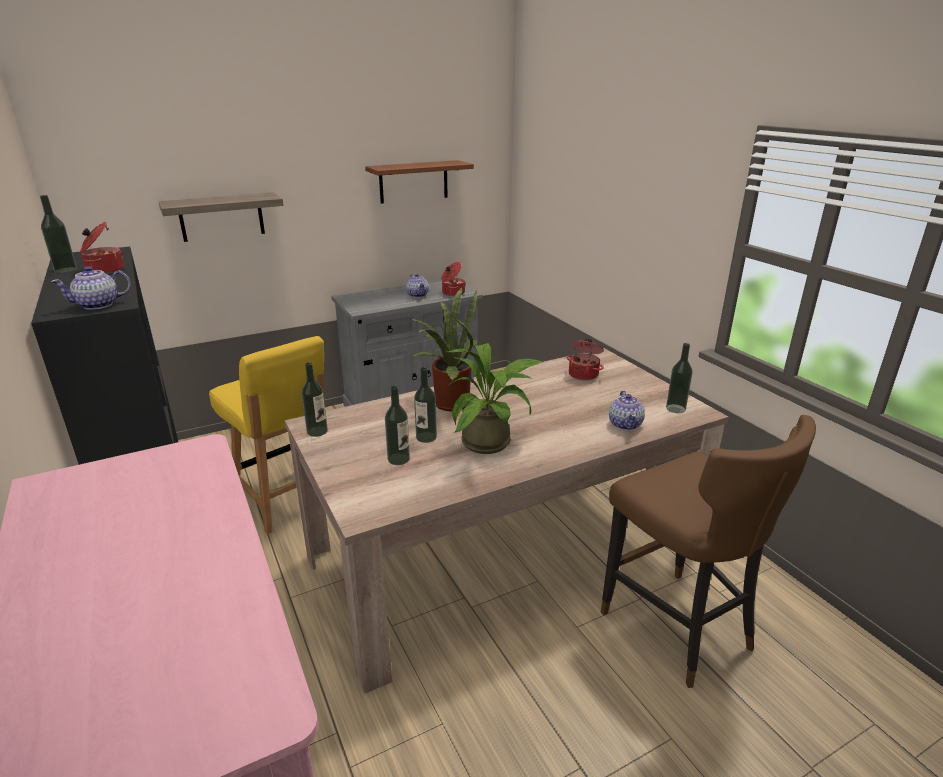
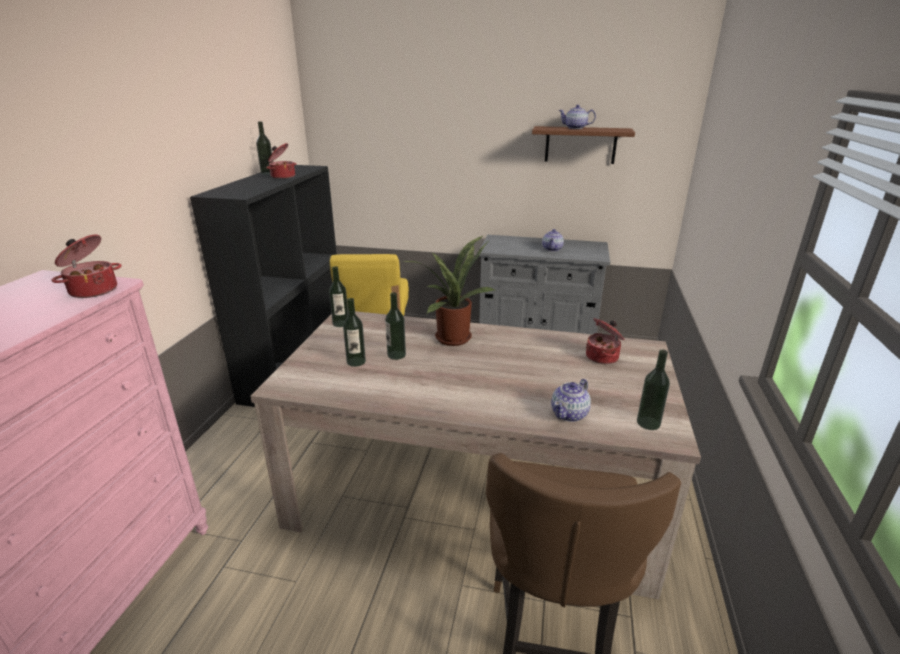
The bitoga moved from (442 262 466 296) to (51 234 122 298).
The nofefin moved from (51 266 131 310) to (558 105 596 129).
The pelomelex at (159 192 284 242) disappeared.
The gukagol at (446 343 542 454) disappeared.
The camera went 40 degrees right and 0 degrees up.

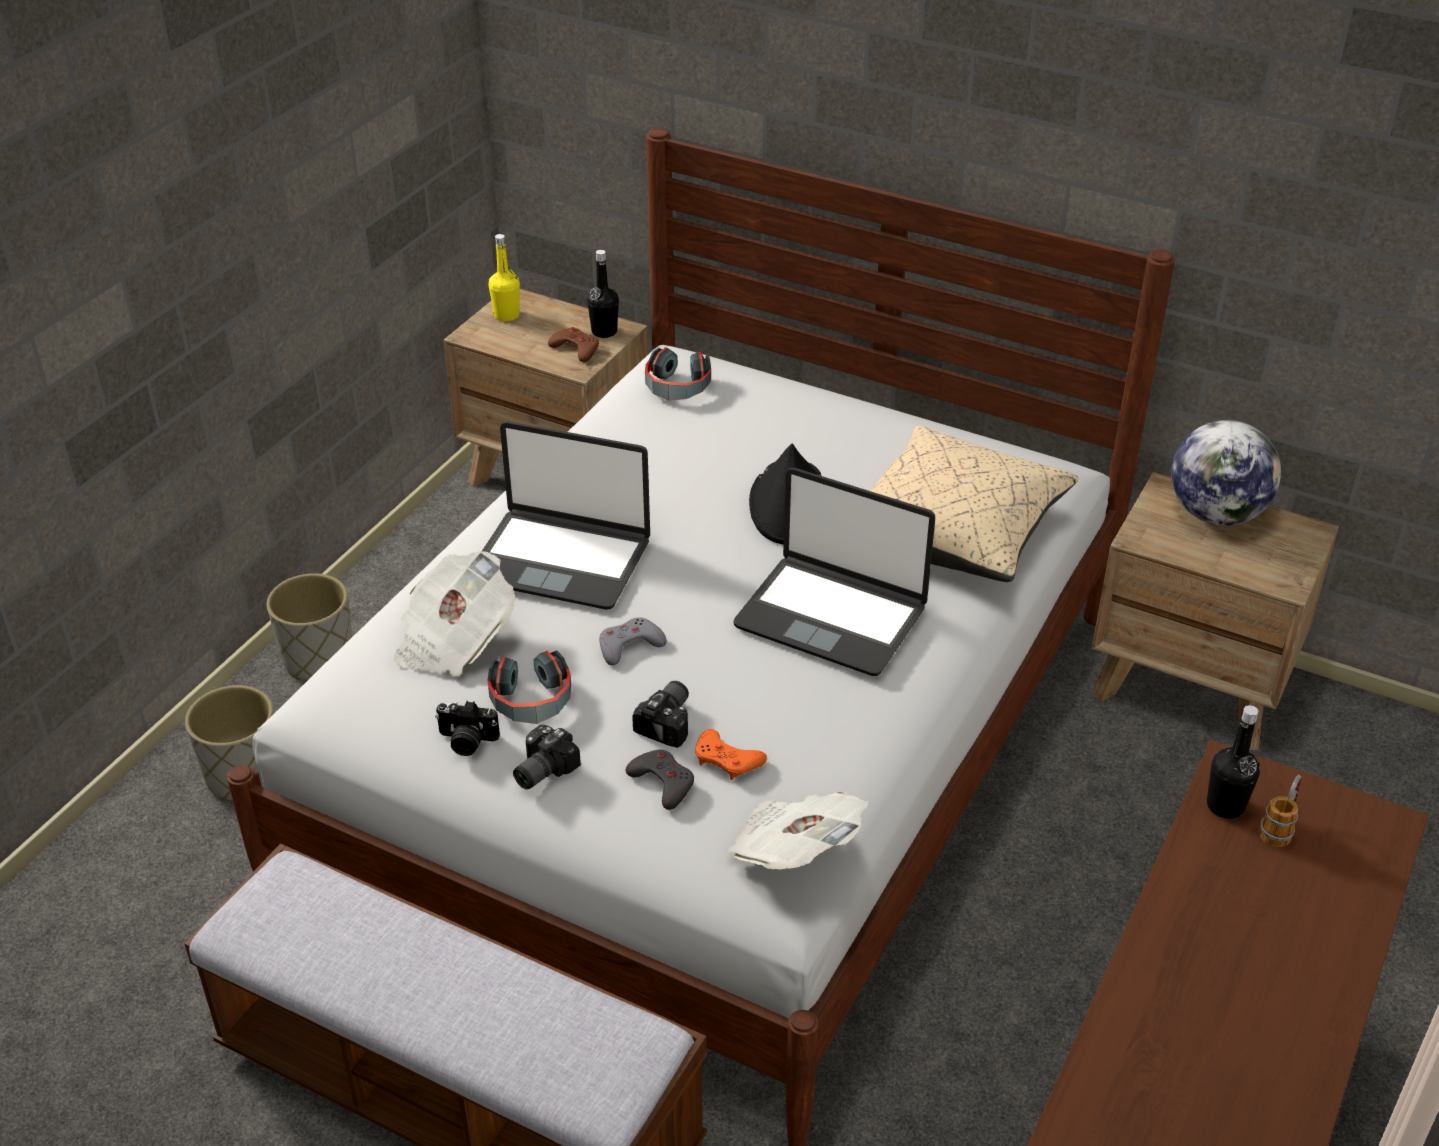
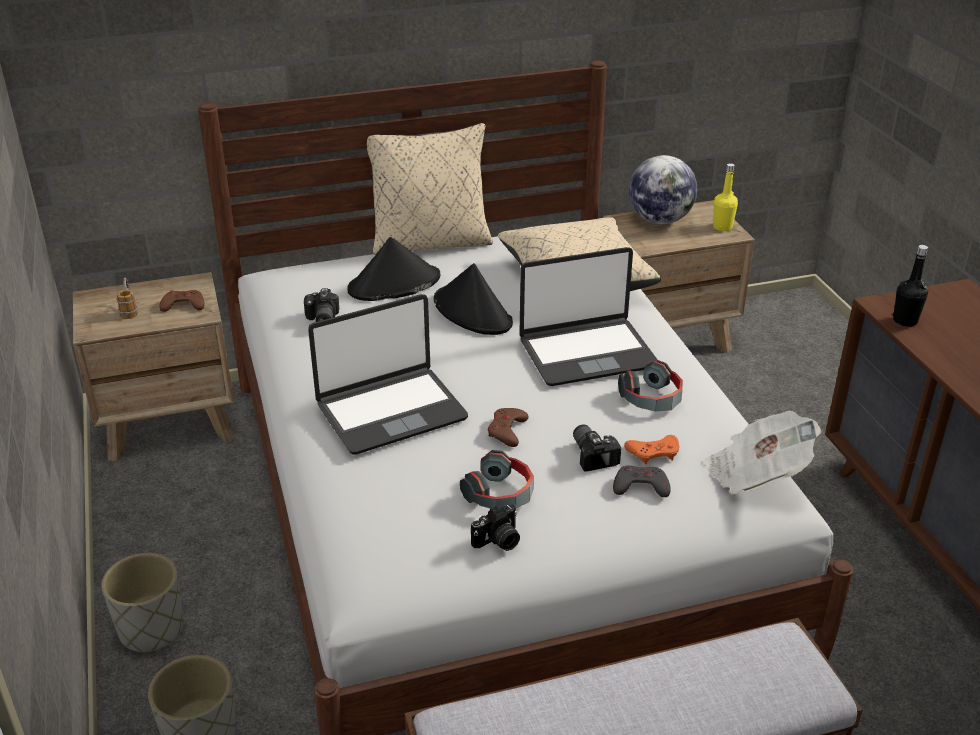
The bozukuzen moved from (1260 774 1303 847) to (117 278 138 319).
The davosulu moved from (513 725 581 790) to (304 288 339 322).
The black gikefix at (347 237 440 301) appeared.
The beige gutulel at (366 123 493 255) appeared.
The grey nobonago at (599 617 667 665) became the brown nobonago at (488 408 529 447).
The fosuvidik moved from (645 347 711 401) to (618 360 683 411).
The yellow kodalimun moved from (488 234 520 321) to (713 163 738 231).
The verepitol at (394 551 515 676) disappeared.
The black kodalimun at (587 250 619 338) disappeared.
The camera went 45 degrees left and 5 degrees down.

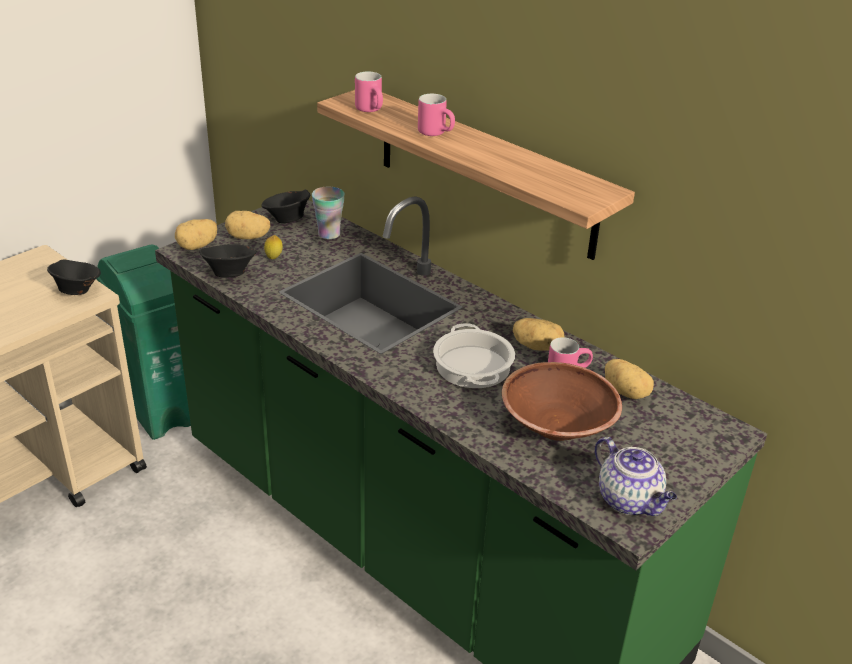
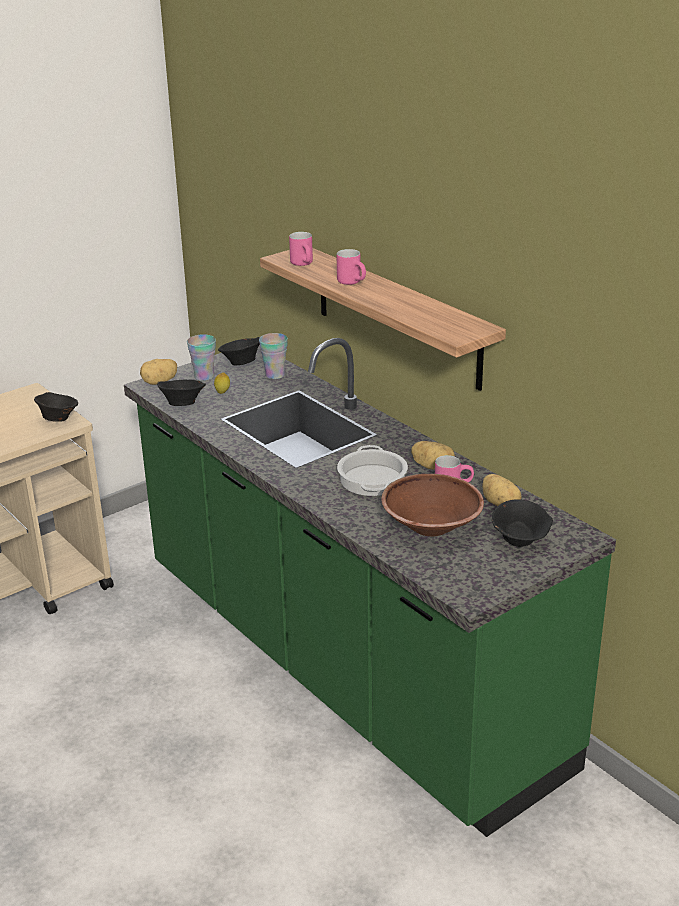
The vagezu at (225 211 270 239) was replaced by the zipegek at (187 334 216 381).
The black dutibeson at (492 499 553 547) appeared.
The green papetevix at (97 244 191 440) disappeared.
The nofefin at (595 437 677 516) disappeared.
The camera went 10 degrees right and 5 degrees down.

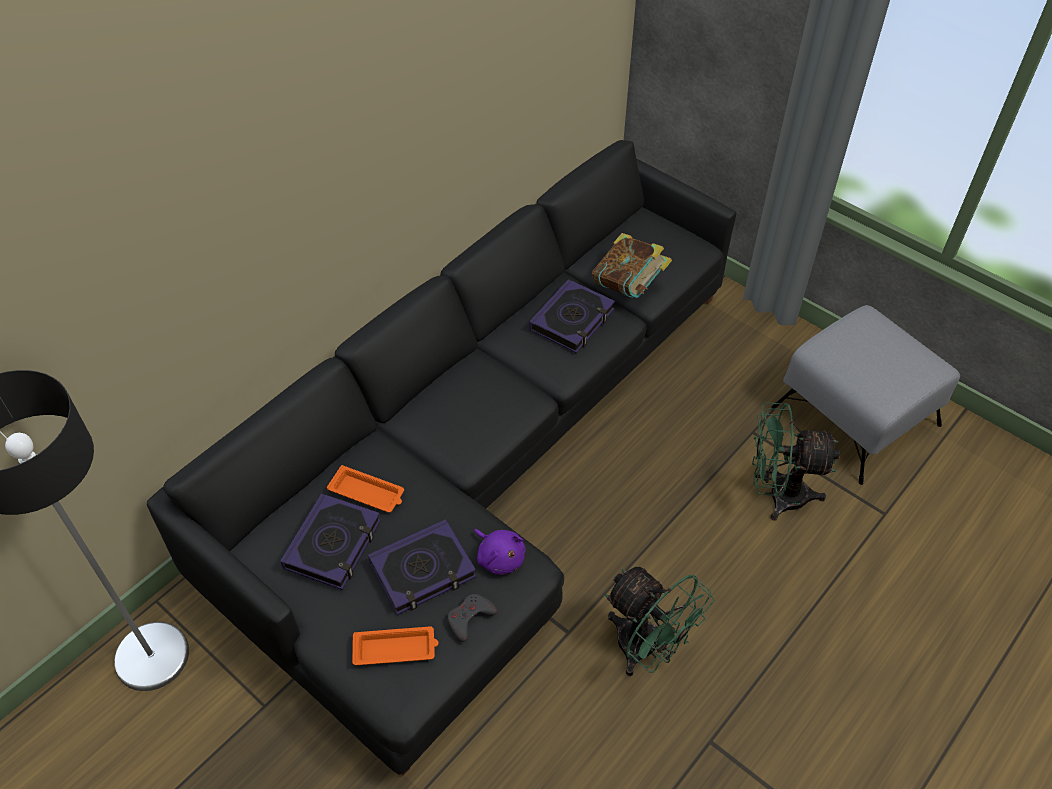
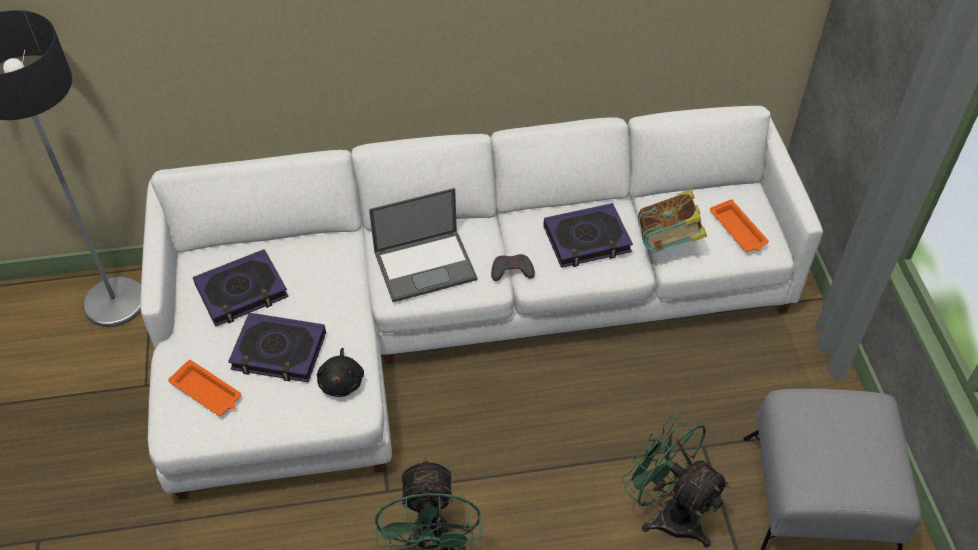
The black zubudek at (147 140 737 776) became the white zubudek at (141 106 823 500).
The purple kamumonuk at (474 529 525 575) became the black kamumonuk at (317 348 364 397).
The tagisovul at (369 188 477 302) appeared.
The grey nobonago moved from (448 594 498 642) to (491 254 535 281).
The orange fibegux moved from (327 465 404 513) to (710 199 769 252).
The camera went 40 degrees right and 0 degrees up.

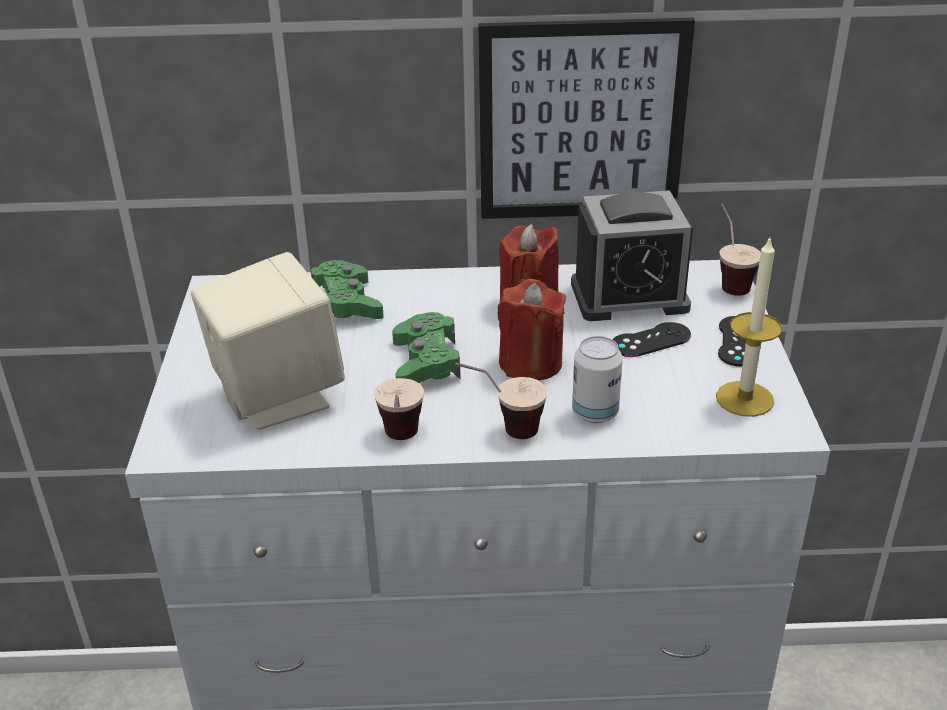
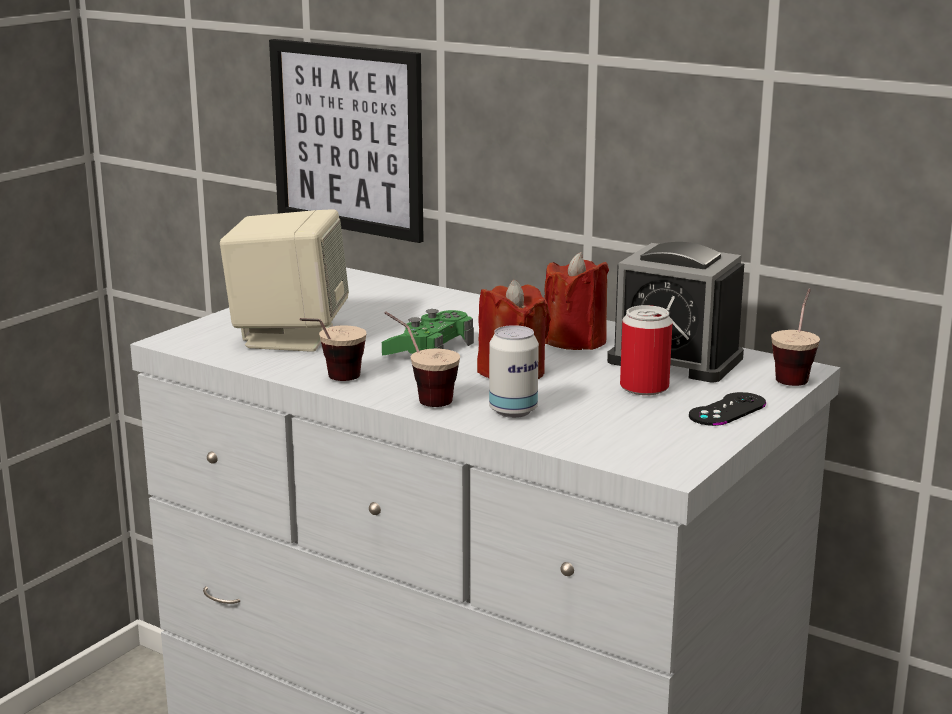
The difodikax moved from (478 18 695 219) to (269 39 424 243).
The black nobonago at (612 322 691 357) was replaced by the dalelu at (620 305 672 395).
The green nobonago at (311 260 384 319) disappeared.
The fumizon at (716 238 782 417) disappeared.
The camera went 35 degrees right and 15 degrees down.

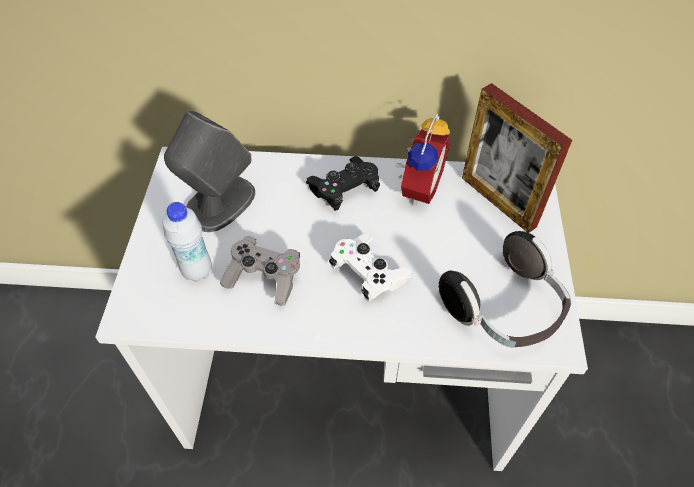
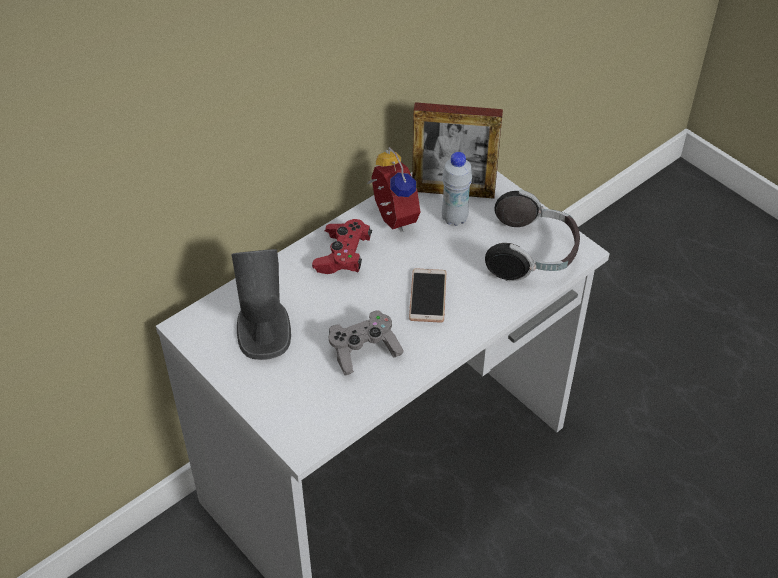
The black nobonago at (306 156 380 211) became the red nobonago at (312 219 372 274).
The white nobonago at (329 233 412 302) was replaced by the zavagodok at (409 268 446 323).
The white kodalimun moved from (162 202 212 282) to (442 152 472 226).
The camera went 45 degrees left and 5 degrees down.

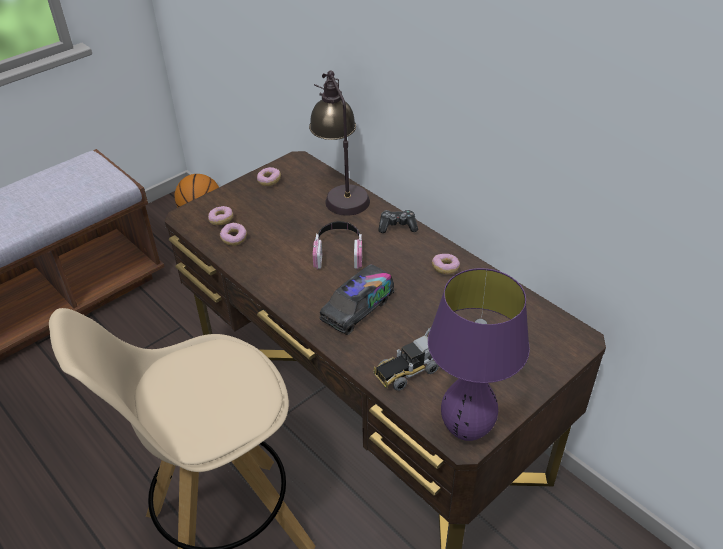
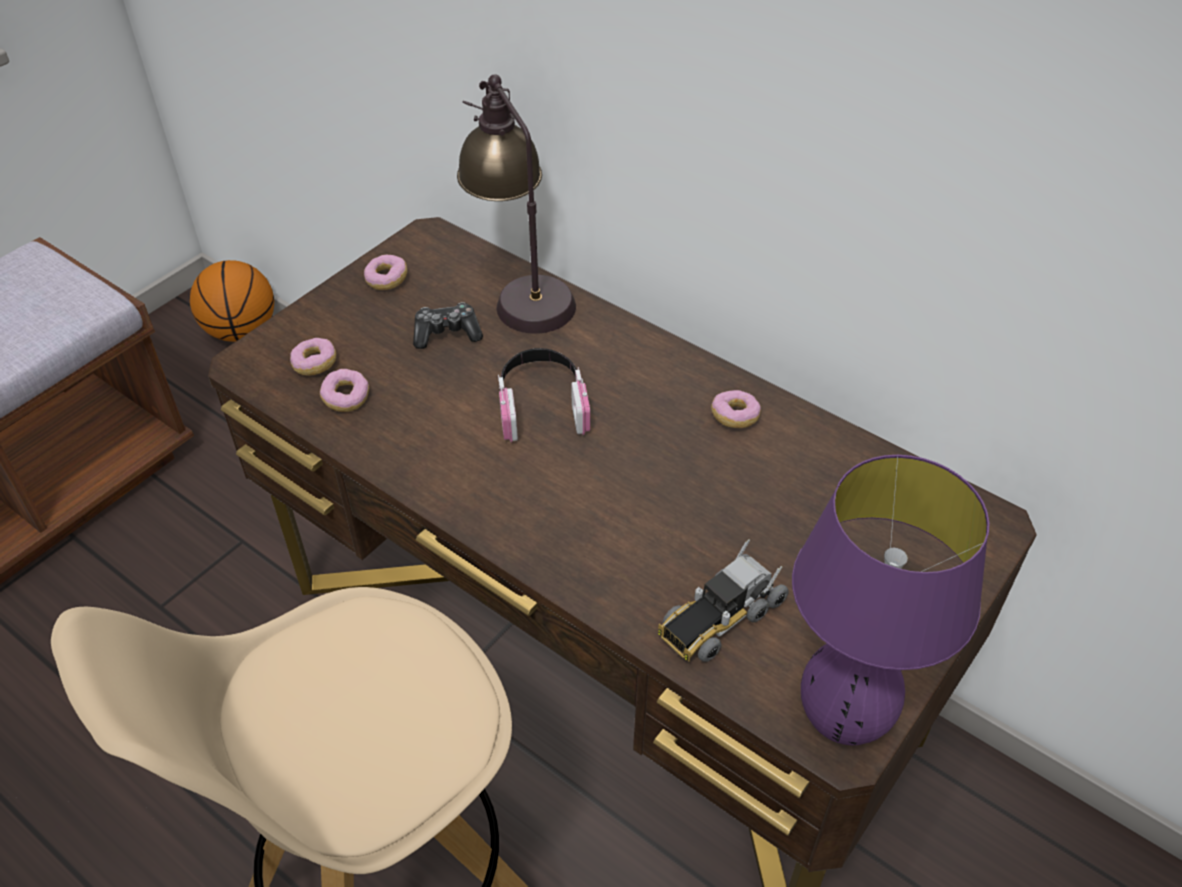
The nobonago moved from (378 210 418 233) to (413 302 483 349).
The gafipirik at (319 264 395 335) disappeared.
The camera went 10 degrees left and 5 degrees up.

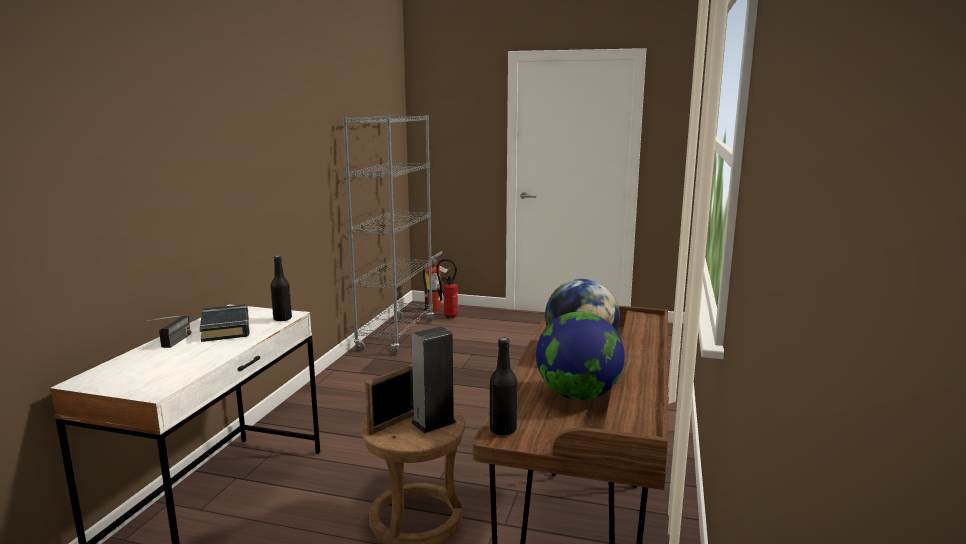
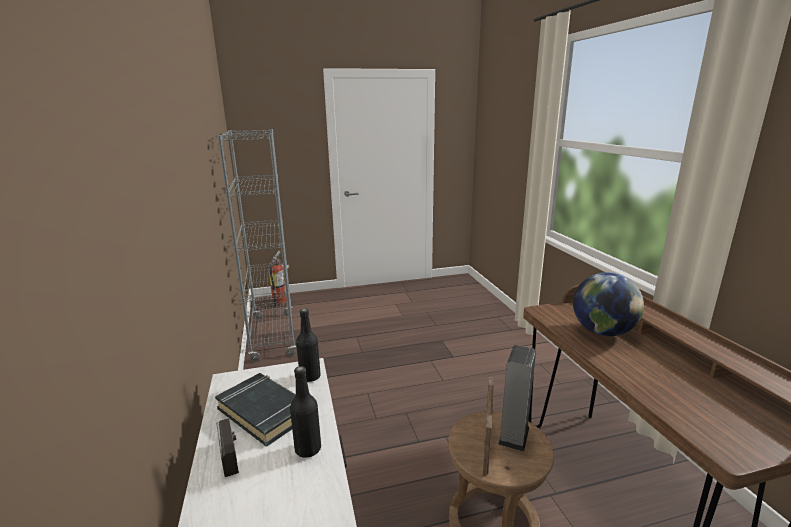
The black kodalimun moved from (490 338 517 436) to (290 366 321 458).
The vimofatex at (436 259 458 318) disappeared.
The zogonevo at (536 312 625 400) disappeared.
The camera went 30 degrees left and 5 degrees up.

